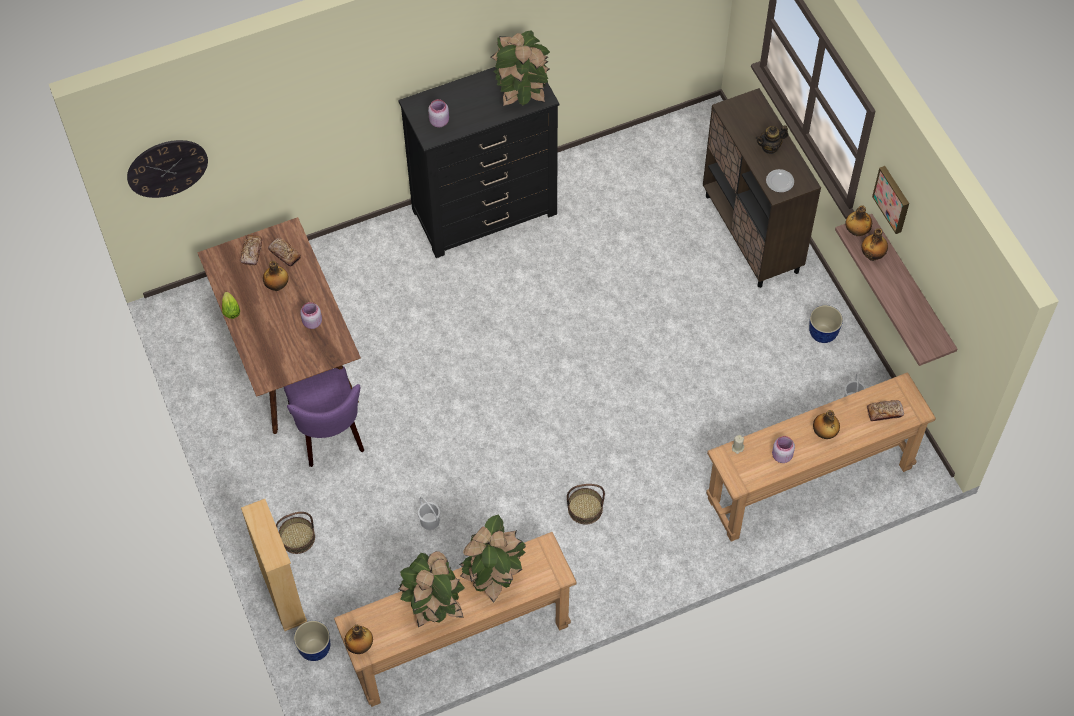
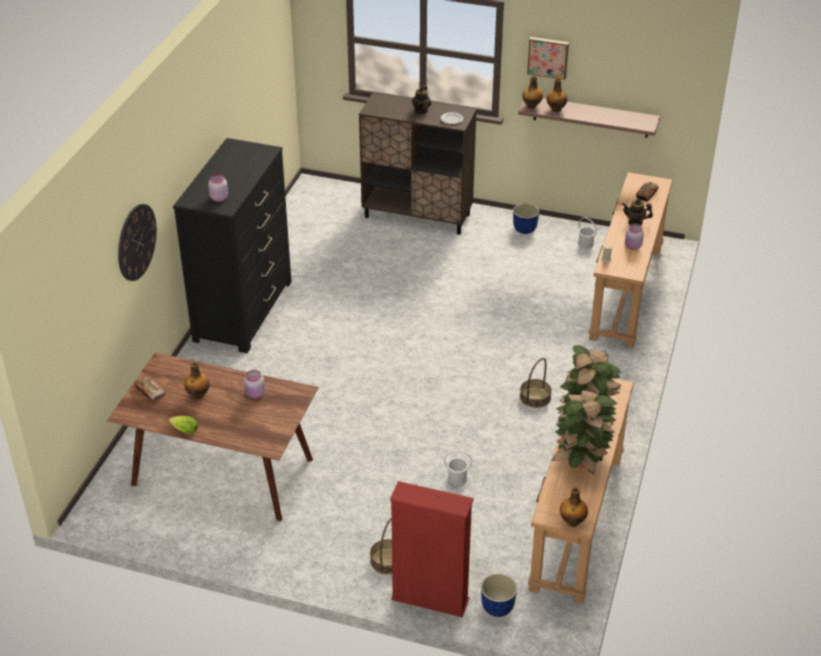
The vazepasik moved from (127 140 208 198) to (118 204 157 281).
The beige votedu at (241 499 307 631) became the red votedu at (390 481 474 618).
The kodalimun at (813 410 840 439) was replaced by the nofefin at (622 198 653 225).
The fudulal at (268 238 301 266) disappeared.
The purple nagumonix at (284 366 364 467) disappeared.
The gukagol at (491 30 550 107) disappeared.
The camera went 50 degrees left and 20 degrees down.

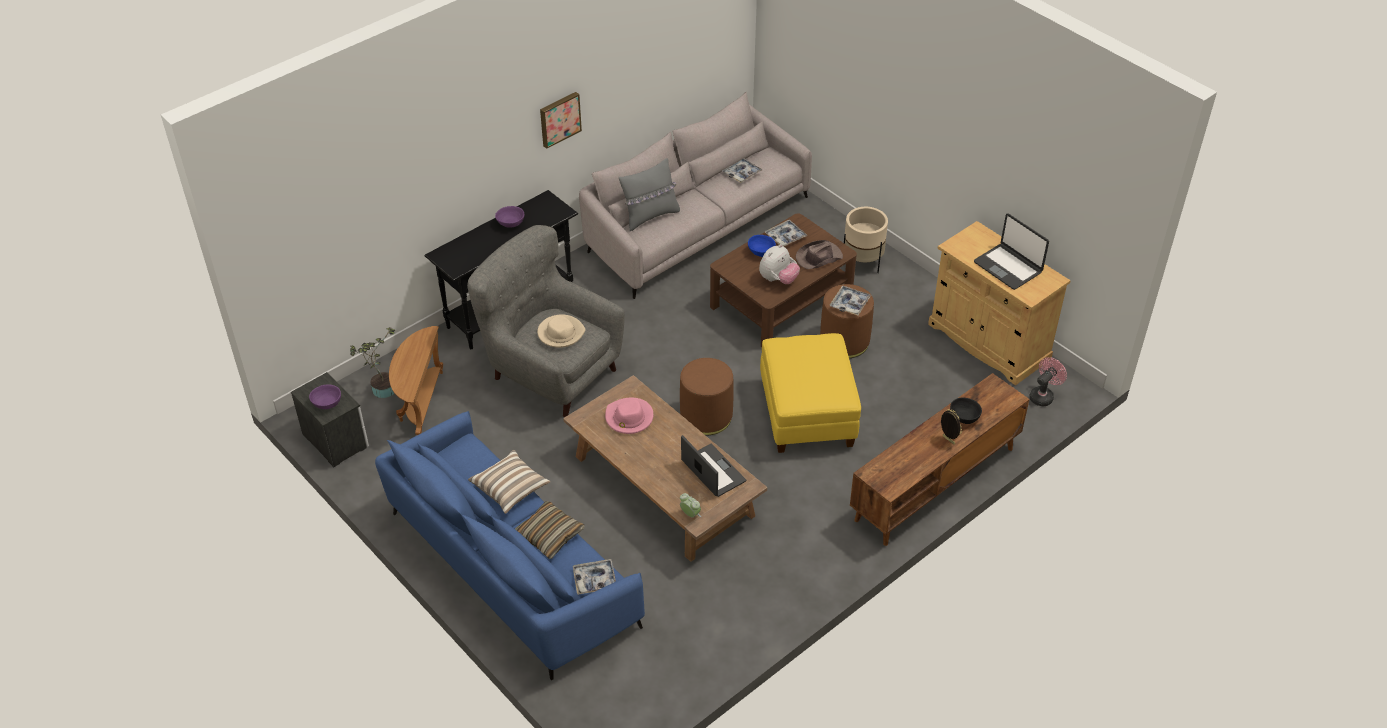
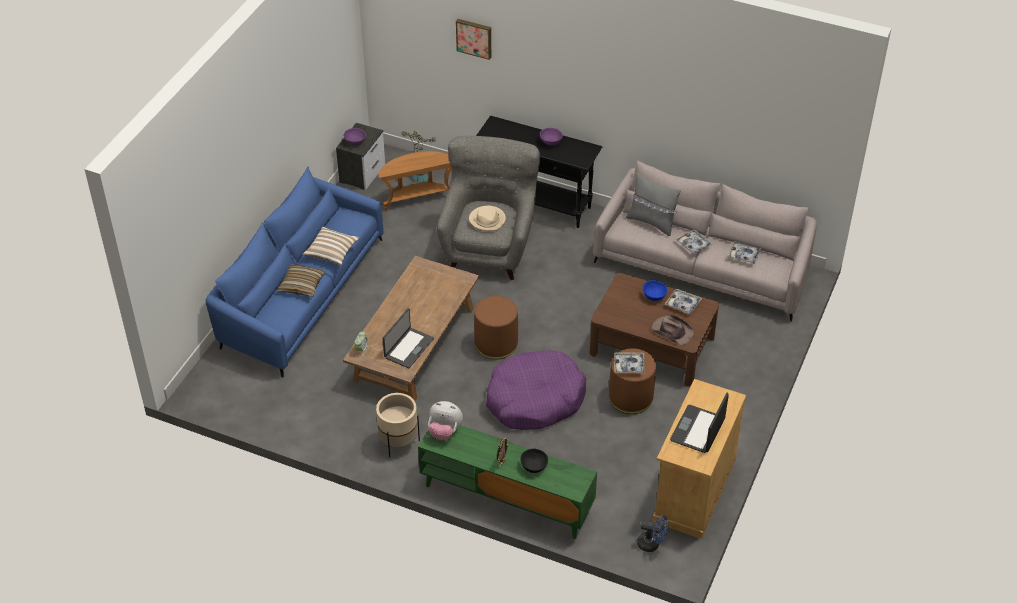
The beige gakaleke moved from (844 207 888 273) to (376 393 420 458).
The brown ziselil at (850 373 1030 546) became the green ziselil at (418 425 597 539).
The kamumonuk moved from (759 244 800 284) to (428 401 463 440).
The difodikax moved from (540 92 582 149) to (456 19 491 60).
The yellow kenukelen at (760 333 861 453) was replaced by the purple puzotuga at (486 350 586 430).
The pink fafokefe at (1029 357 1067 406) became the blue fafokefe at (637 515 668 552).
The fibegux moved from (573 559 616 595) to (675 230 713 254).
The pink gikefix at (605 397 653 434) disappeared.
The camera went 65 degrees right and 0 degrees up.

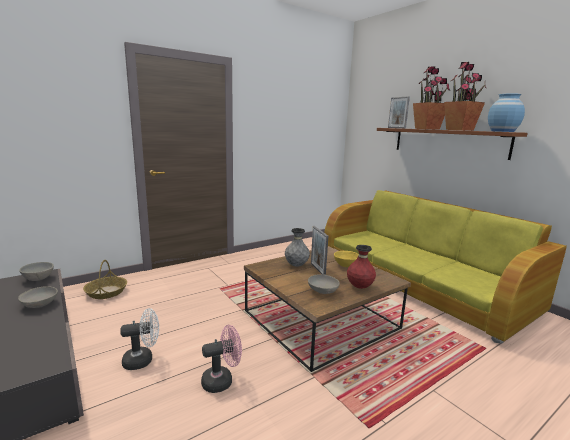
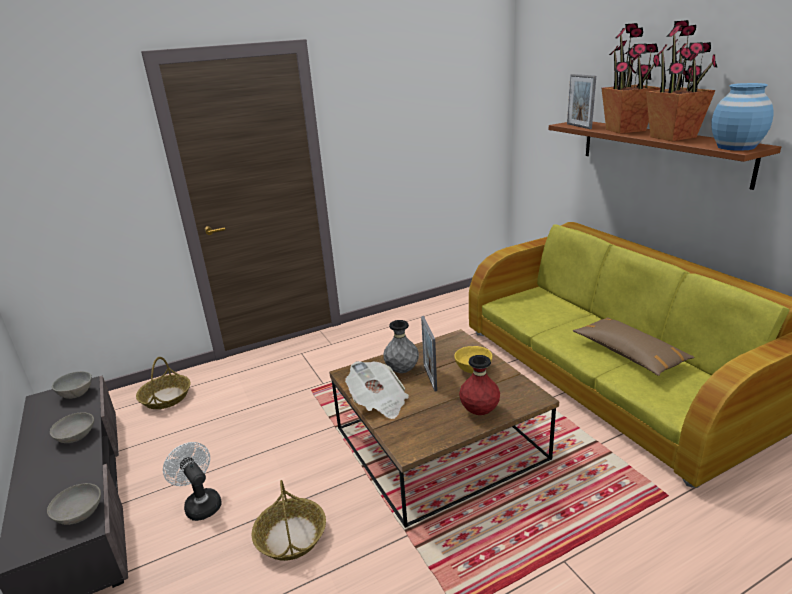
The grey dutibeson moved from (308 274 340 294) to (47 483 101 525).
The white fafokefe at (120 308 159 370) turned 120 degrees counterclockwise.
The pink fafokefe at (201 325 242 393) was replaced by the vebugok at (252 480 326 561).
The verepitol at (345 361 409 419) appeared.
The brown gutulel at (573 317 695 376) appeared.
The camera went 10 degrees right and 10 degrees up.

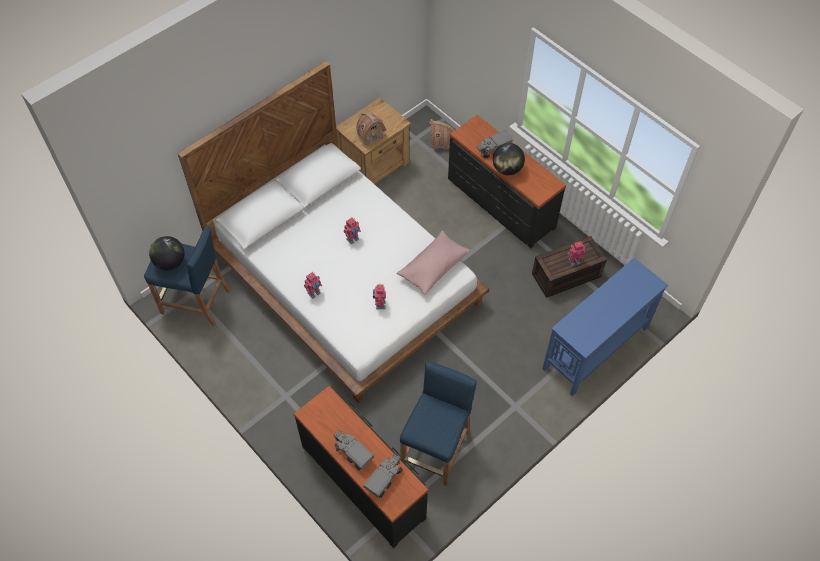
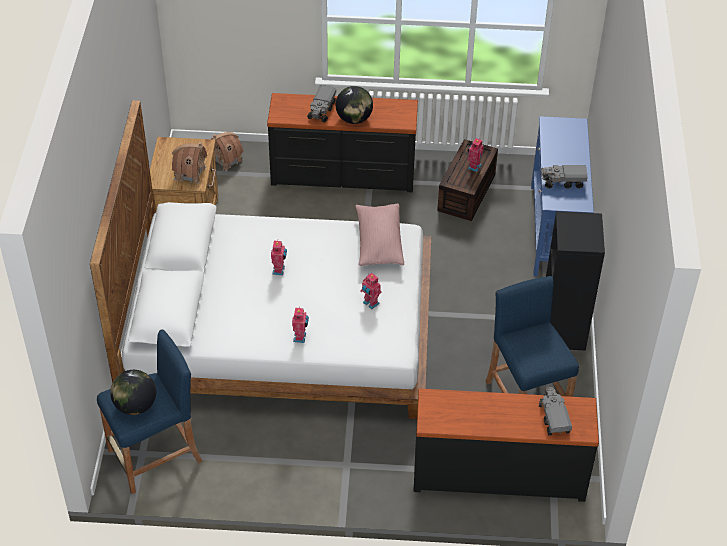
The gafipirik moved from (334 430 374 470) to (540 165 587 189).
The black votedu at (546 211 605 351) appeared.
The camera went 45 degrees left and 10 degrees down.

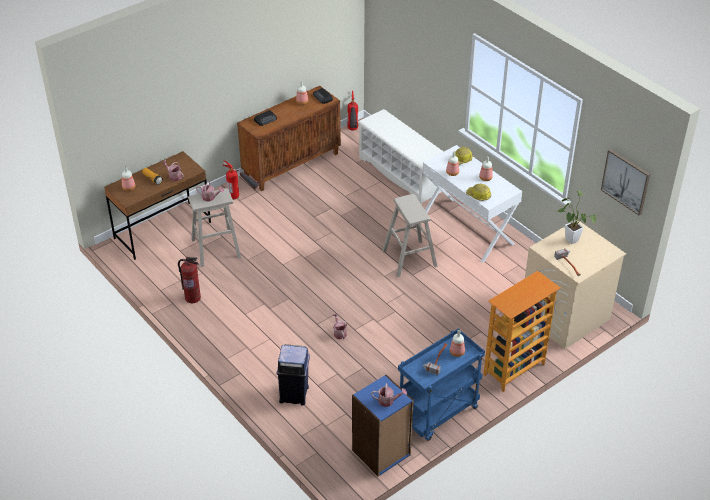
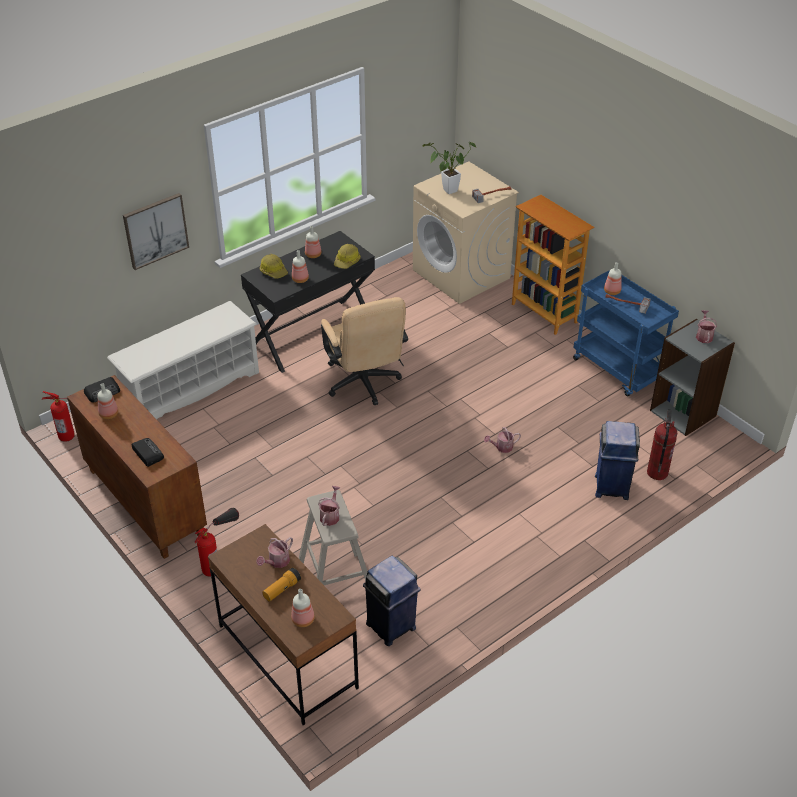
The difodikax moved from (601 149 650 215) to (123 193 189 270).
The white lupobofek at (422 145 522 263) became the black lupobofek at (241 231 375 373).
The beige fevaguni at (382 194 437 277) was replaced by the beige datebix at (321 297 408 405).
The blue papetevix at (363 556 420 646) appeared.
The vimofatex moved from (178 257 201 303) to (647 409 677 480).
The blue votedu at (352 375 414 477) became the grey votedu at (650 319 735 436).
The camera went 90 degrees left and 0 degrees up.

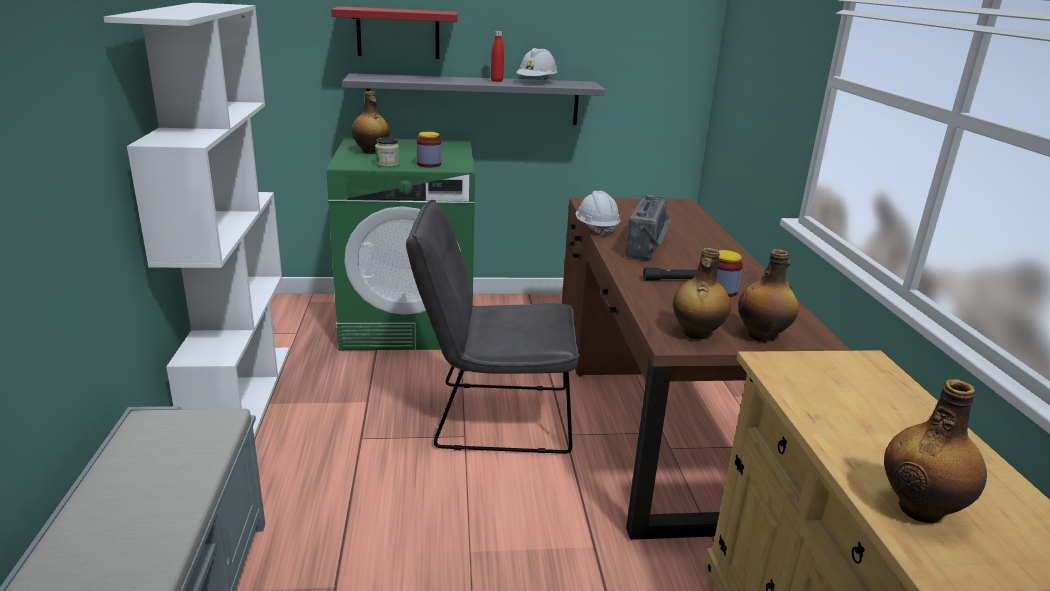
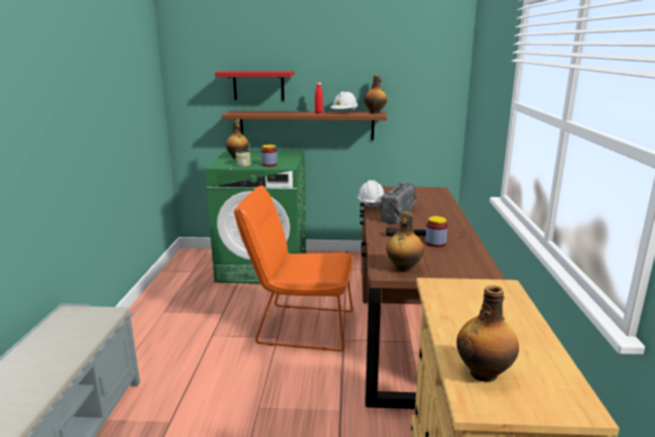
The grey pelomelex at (343 73 605 125) became the brown pelomelex at (222 111 387 140).
The grey nagumonix at (406 200 580 454) became the orange nagumonix at (234 186 353 351).
The kodalimun moved from (738 249 799 342) to (364 75 387 113).
The white votedu at (104 3 289 438) disappeared.
The camera went 10 degrees right and 5 degrees down.

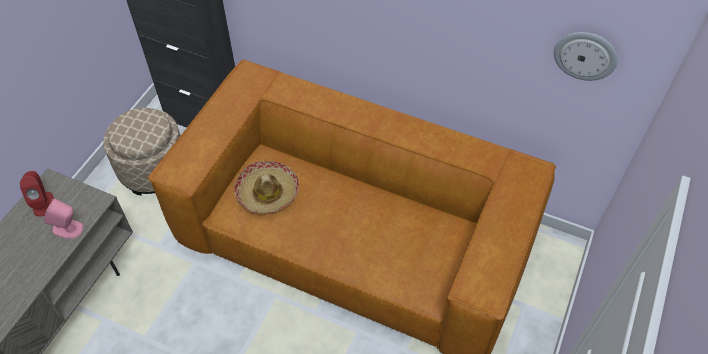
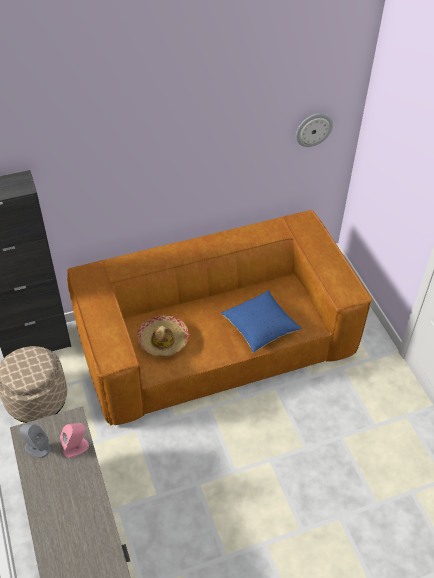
The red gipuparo at (20 171 54 217) became the grey gipuparo at (20 424 51 458).
The blue gutulel at (221 290 302 353) appeared.
The camera went 45 degrees left and 5 degrees down.

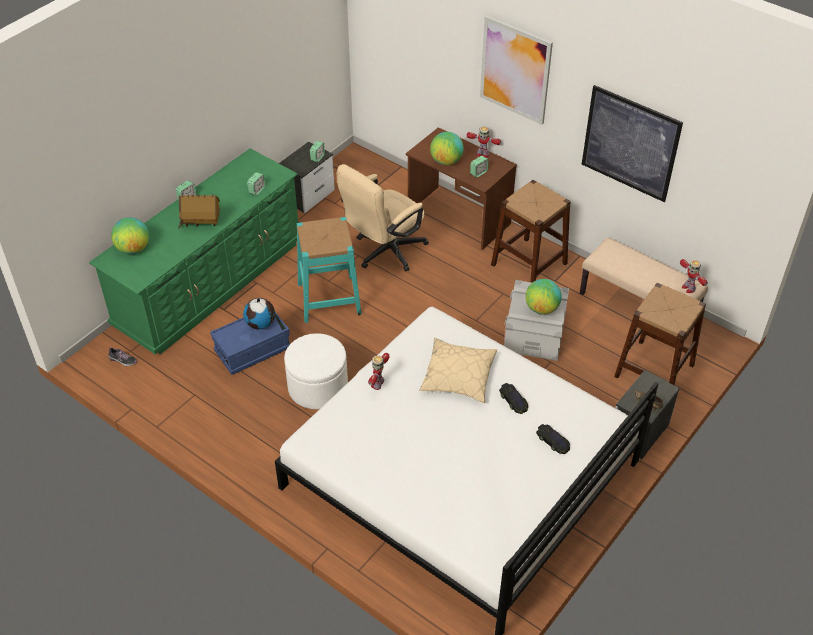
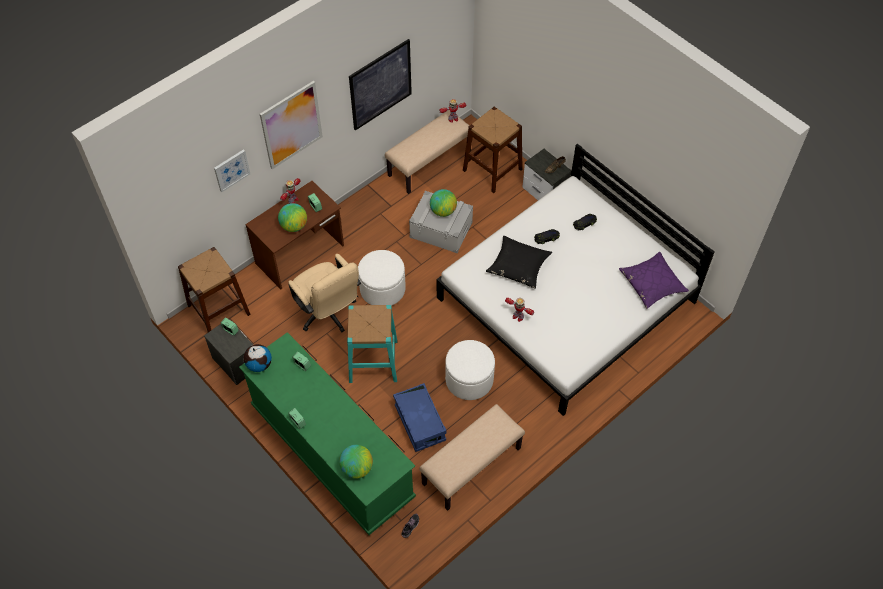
The brown fevaguni moved from (491 180 571 283) to (178 247 251 332).
The difodikax at (214 149 250 192) appeared.
The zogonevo moved from (243 298 275 329) to (243 344 272 372).
The white kenukelen at (358 250 406 306) appeared.
The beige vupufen at (419 404 525 511) appeared.
The beige gutulel at (419 338 497 403) became the black gutulel at (486 236 552 289).
The purple gutulel at (619 252 689 309) appeared.
The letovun at (178 194 220 229) disappeared.
The camera went 80 degrees left and 10 degrees up.

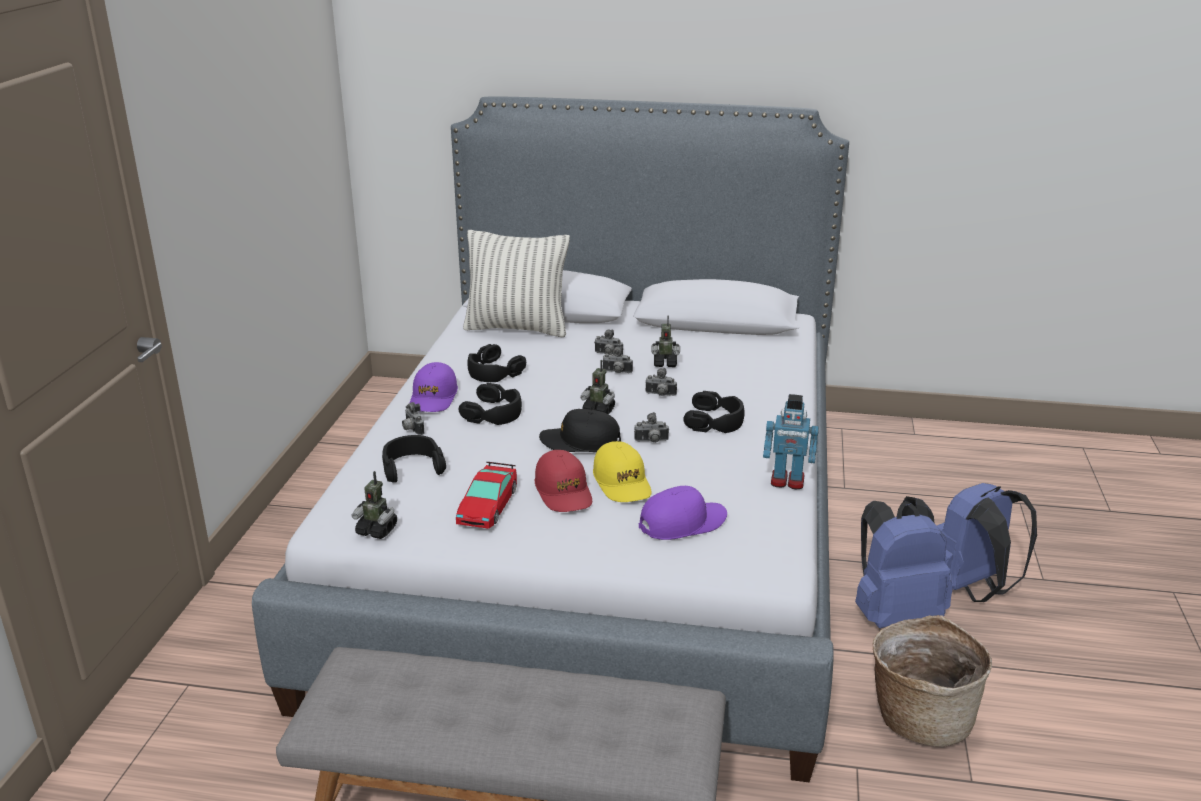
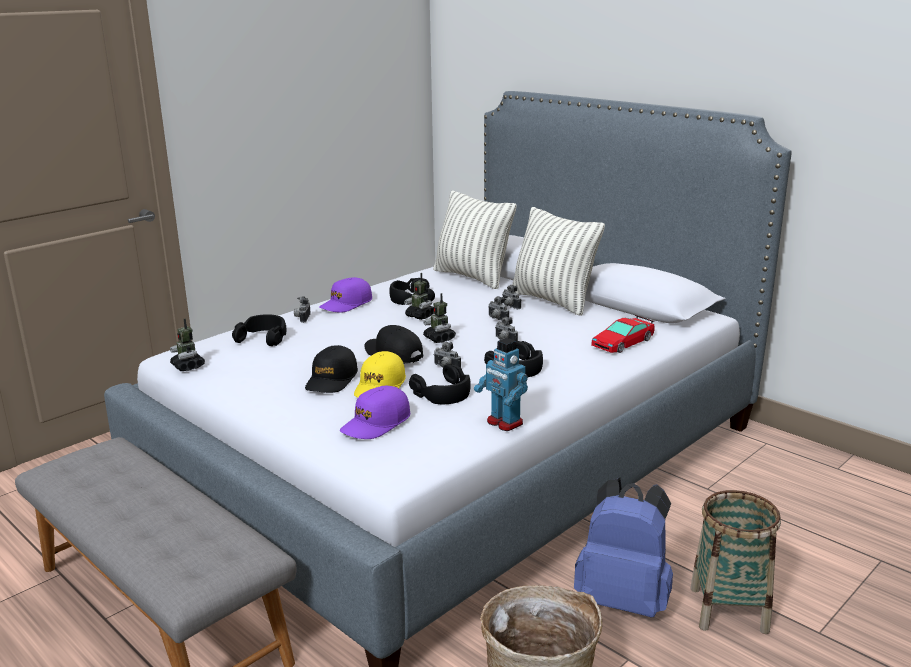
The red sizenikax at (535 450 592 512) became the black sizenikax at (305 345 358 393).
The purple sizenikax at (639 486 727 540) turned 120 degrees clockwise.
The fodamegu moved from (651 315 680 367) to (404 273 434 320).
The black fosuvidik moved from (459 383 522 425) to (409 364 471 404).
The gutulel at (512 207 605 316) appeared.
The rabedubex moved from (456 462 517 529) to (591 315 655 353).
The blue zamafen at (937 483 1037 602) was replaced by the vebugok at (690 490 781 634).
The camera went 35 degrees right and 5 degrees down.

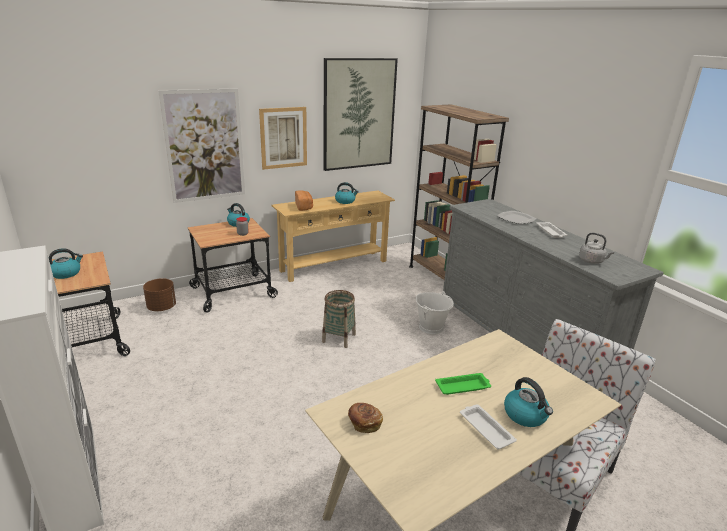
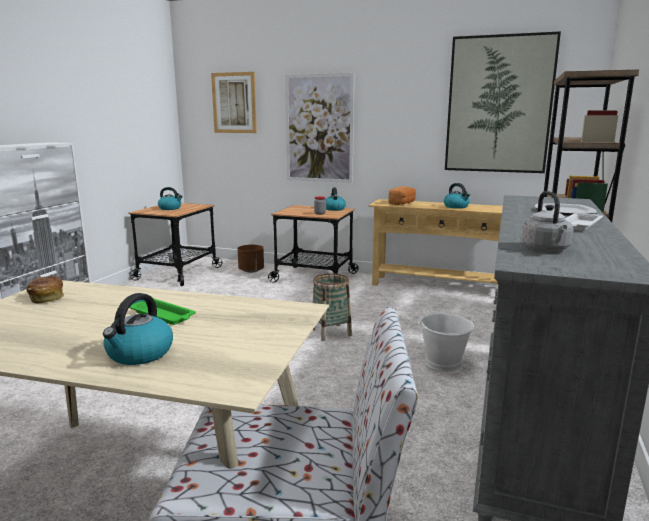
The difodikax moved from (259 107 307 170) to (211 72 257 133).
The white fibegux at (460 404 517 450) disappeared.
The camera went 50 degrees right and 10 degrees down.

